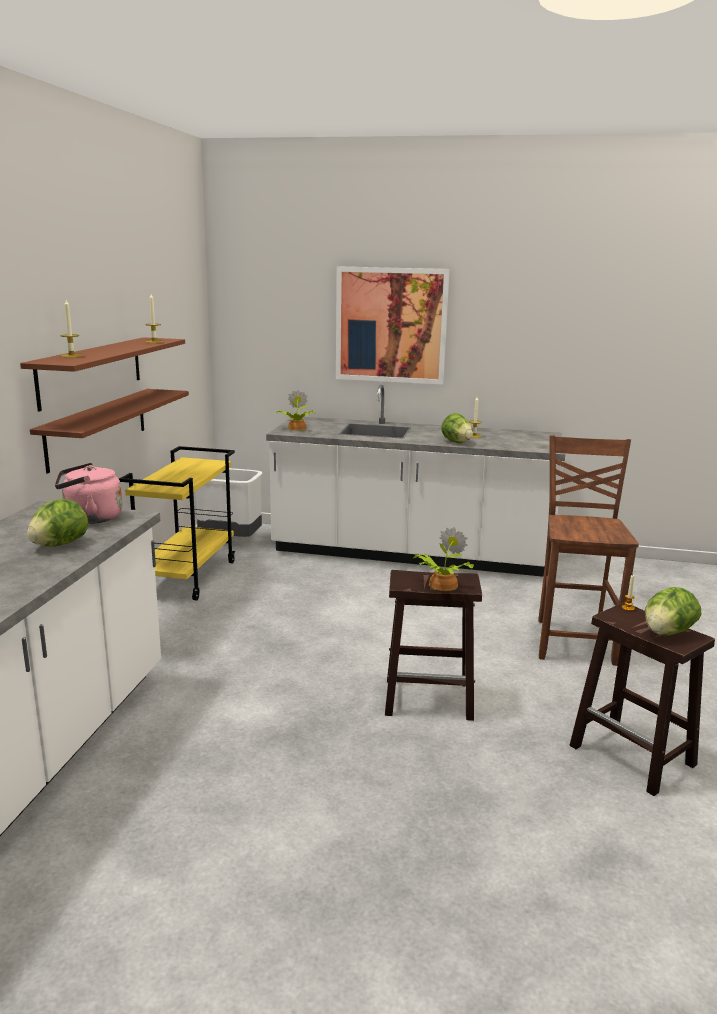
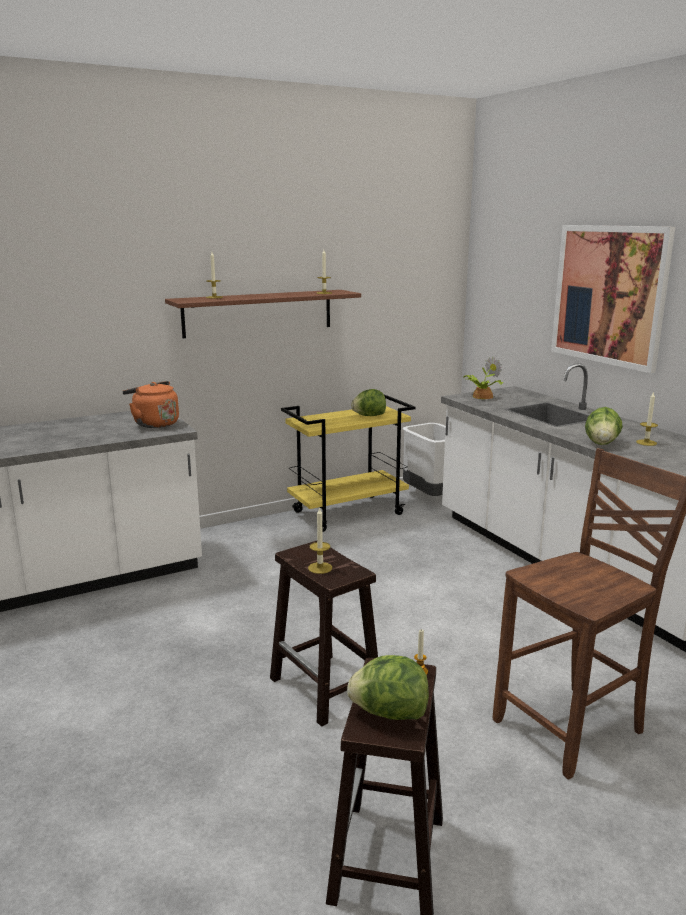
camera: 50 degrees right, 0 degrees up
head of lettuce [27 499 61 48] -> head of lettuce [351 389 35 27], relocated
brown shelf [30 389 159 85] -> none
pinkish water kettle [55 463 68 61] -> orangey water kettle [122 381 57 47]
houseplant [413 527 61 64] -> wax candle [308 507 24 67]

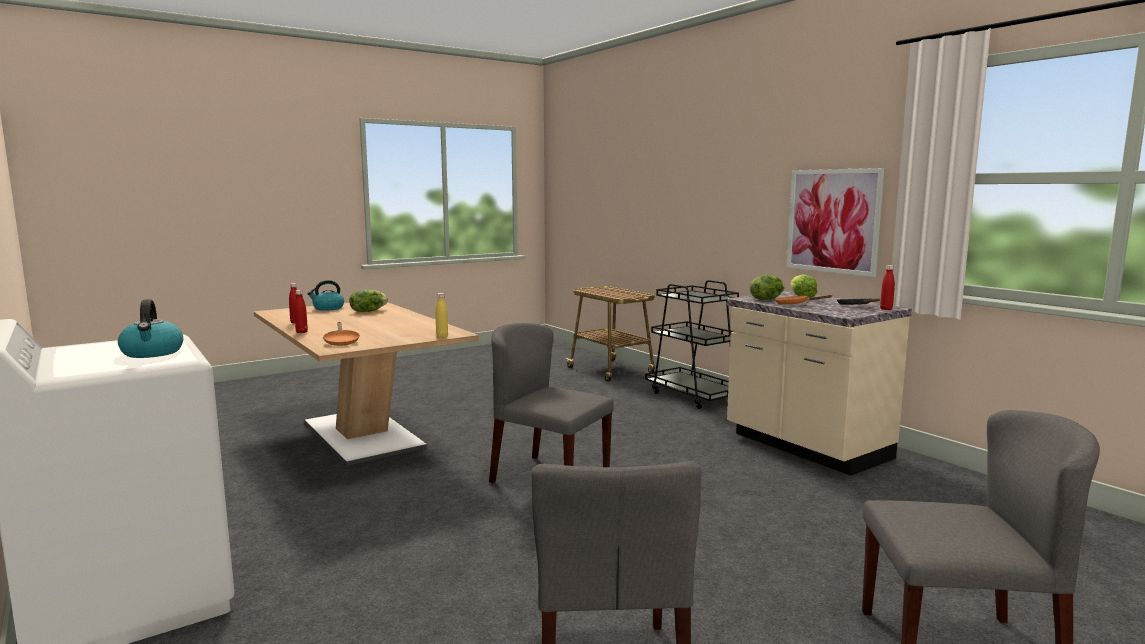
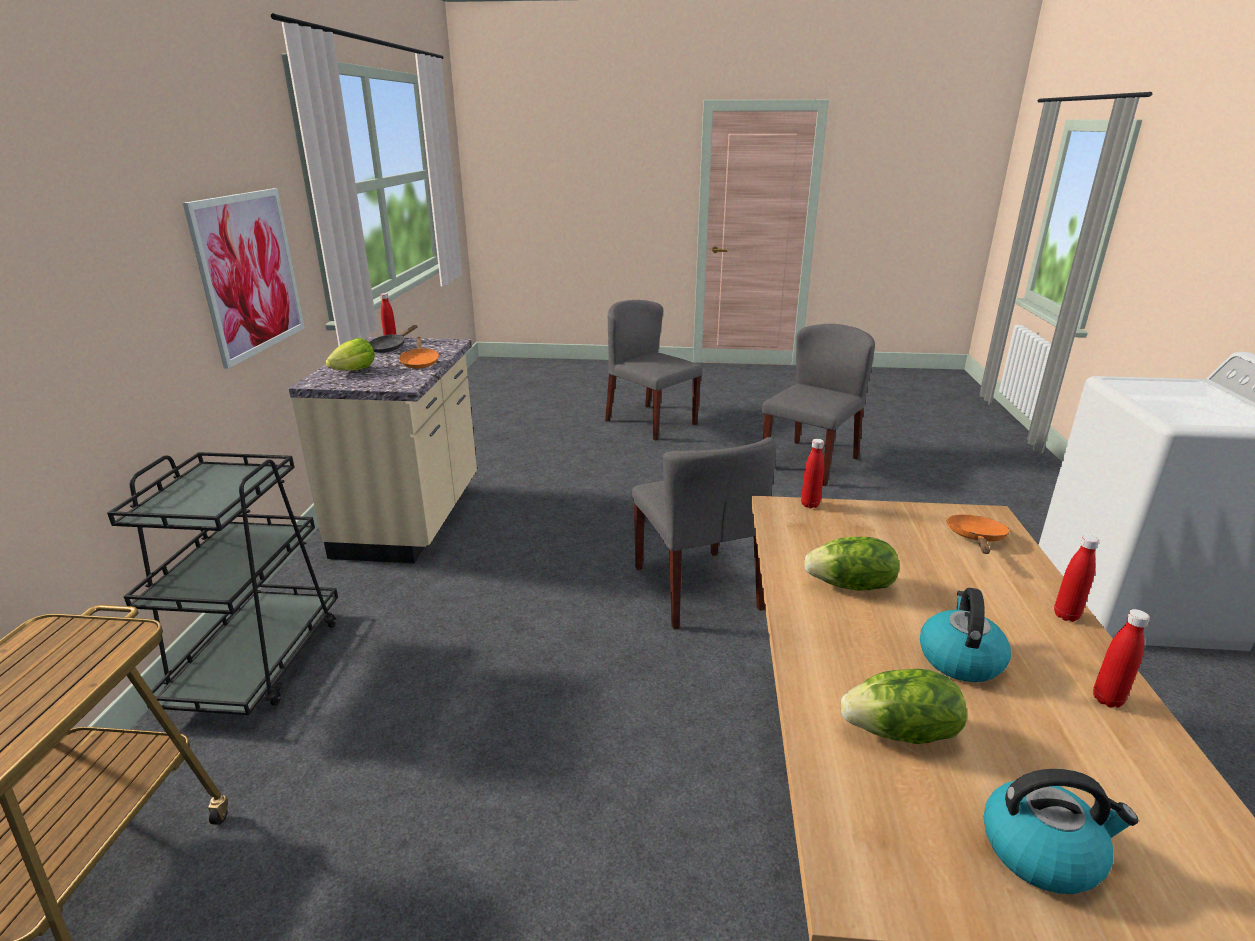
camera: 140 degrees left, 15 degrees up
water kettle [118 299 65 59] -> water kettle [920 588 91 94], relocated
yellowish bottle [436 293 12 45] -> reddish bottle [801 439 23 69]
head of lettuce [749 275 36 25] -> head of lettuce [804 537 95 54], relocated

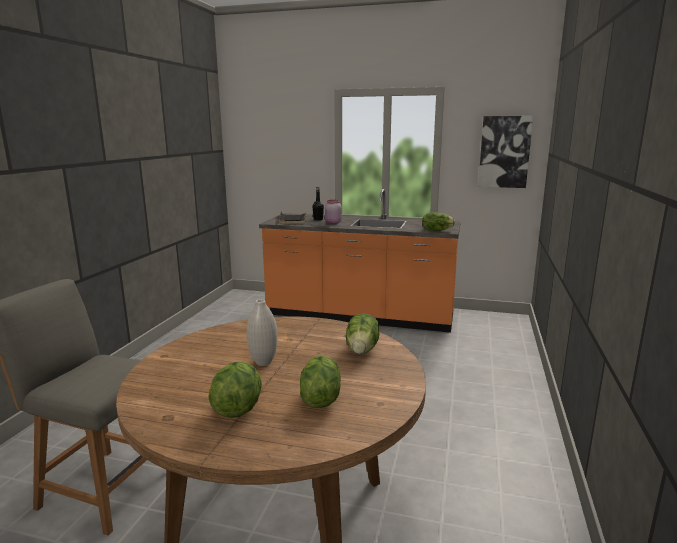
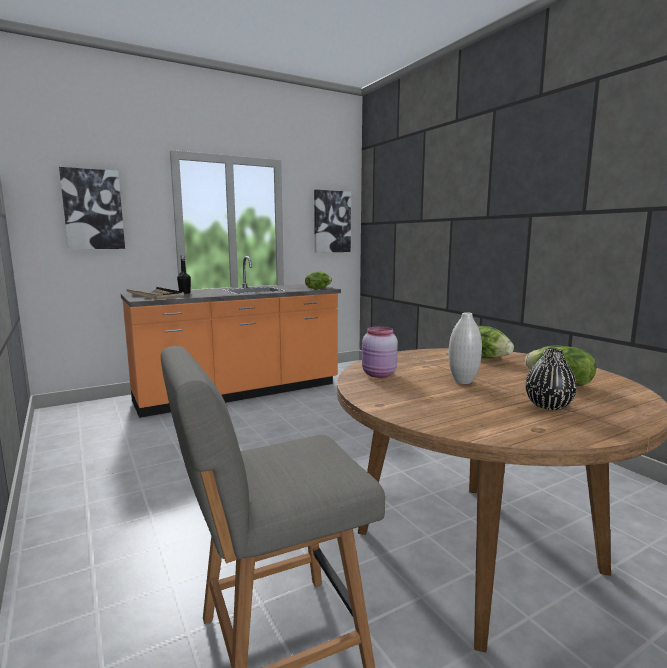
camera: 45 degrees left, 5 degrees down
head of lettuce [208 361 54 57] -> black vase [525 348 52 62]
pinkish jar [325 200 17 24] -> pinkish jar [362 326 36 52], relocated
none -> wall picture [59 167 66 82]

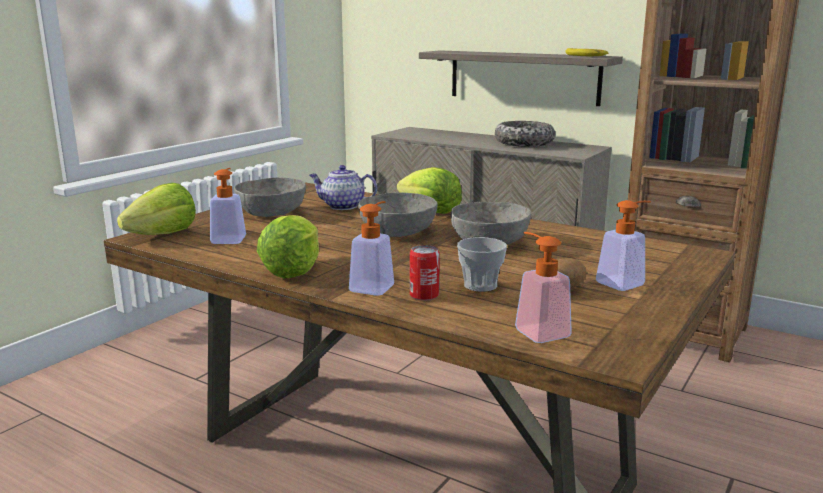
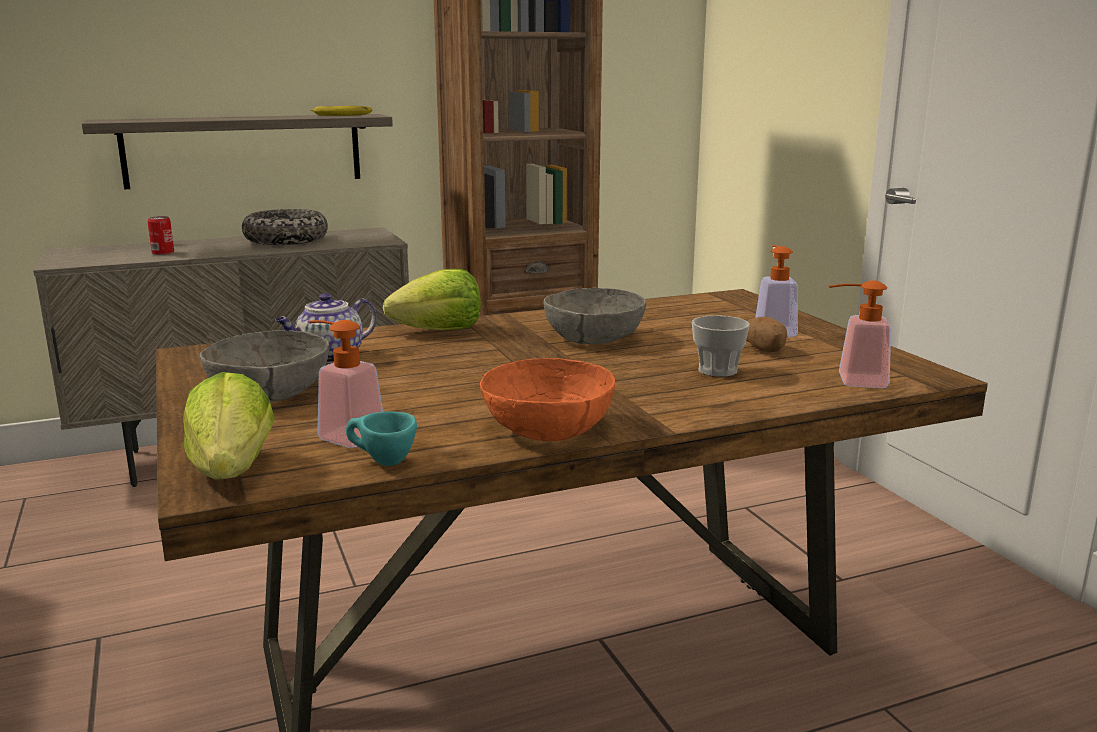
camera: 55 degrees left, 0 degrees up
head of lettuce [257 215 62 63] -> orangey serving bowl [480 358 135 83]
soap bottle [349 201 45 95] -> none
grey serving bowl [358 193 79 44] -> none
metal can [410 245 30 56] -> metal can [147 216 27 39], relocated
none -> blue-green small cup [346 412 71 54]

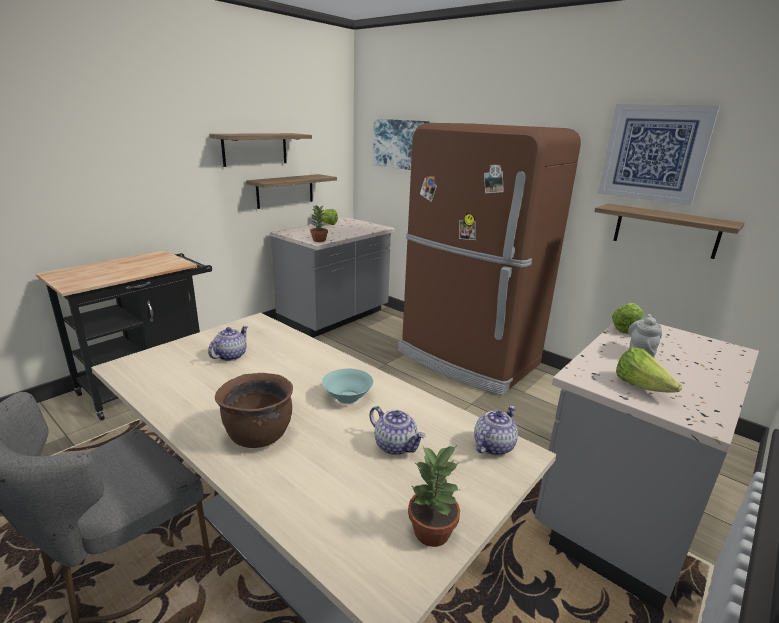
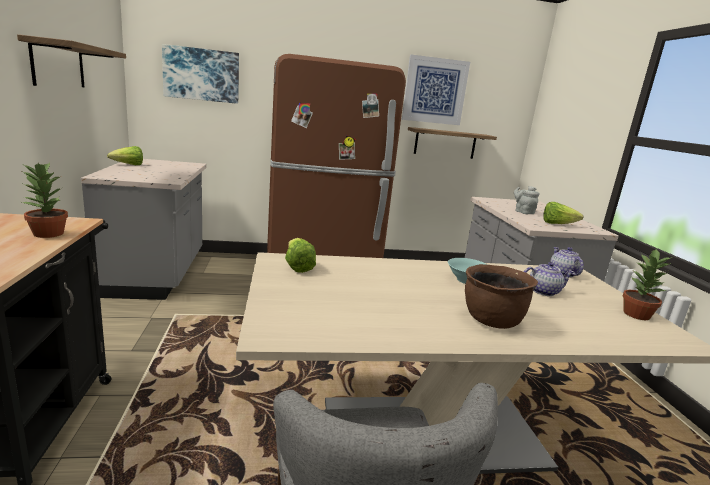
camera: 50 degrees left, 5 degrees down
tea pot [208 326 40 35] -> none
shelf [246 174 91 35] -> none
houseplant [310 205 18 37] -> houseplant [22 162 46 76], relocated
head of lettuce [612 303 31 31] -> head of lettuce [285 238 31 35], relocated

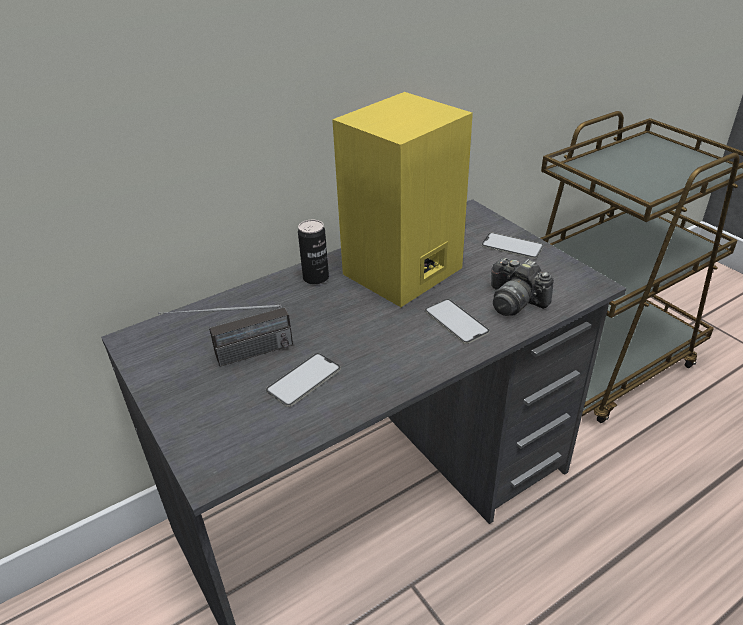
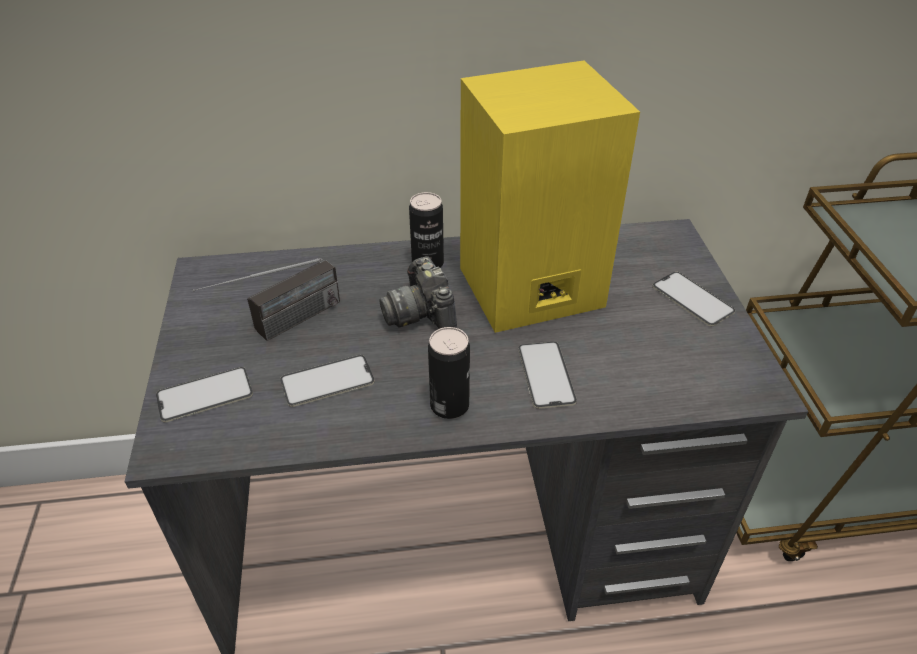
camera: 25 degrees right, 5 degrees up
radio set [158 305 135 61] -> radio set [192 258 148 83], 45 degrees counterclockwise
still camera [491 257 63 59] -> still camera [379 256 78 73], relocated
none -> telephone [156 367 97 56]
none -> metal can [428 327 42 92]

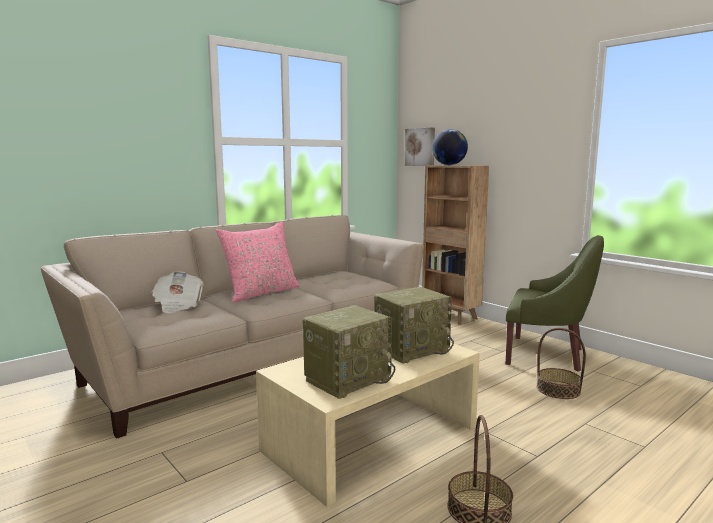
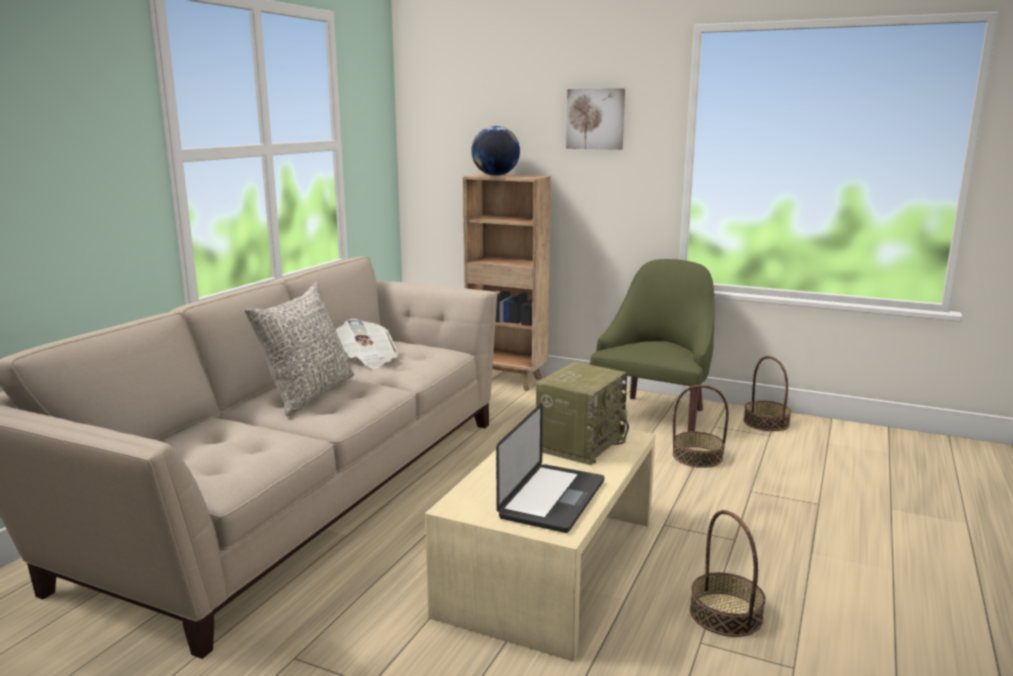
camera: 25 degrees left, 5 degrees up
printed paper [151 271 53 42] -> printed paper [336 319 62 50], relocated
pinkish cushion [216 222 84 80] -> grey cushion [244 282 110 134]
radio set [303 305 92 94] -> portable computer [496 403 108 130]
wall picture [405 127 30 39] -> wall picture [566 88 59 62], relocated
green lounge chair [506 235 98 137] -> green lounge chair [590 259 125 173], 60 degrees counterclockwise
none -> basket [743 356 48 75]

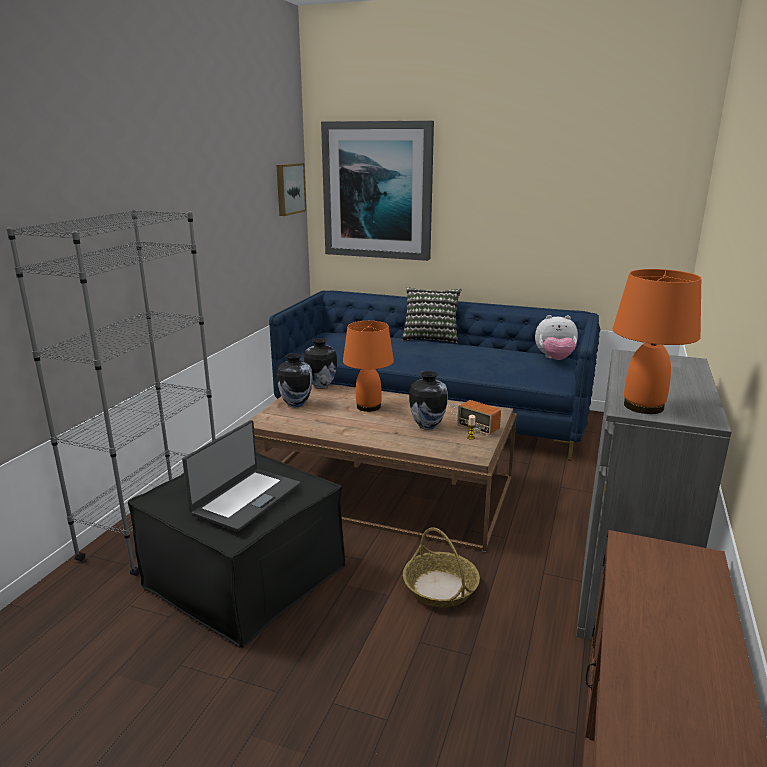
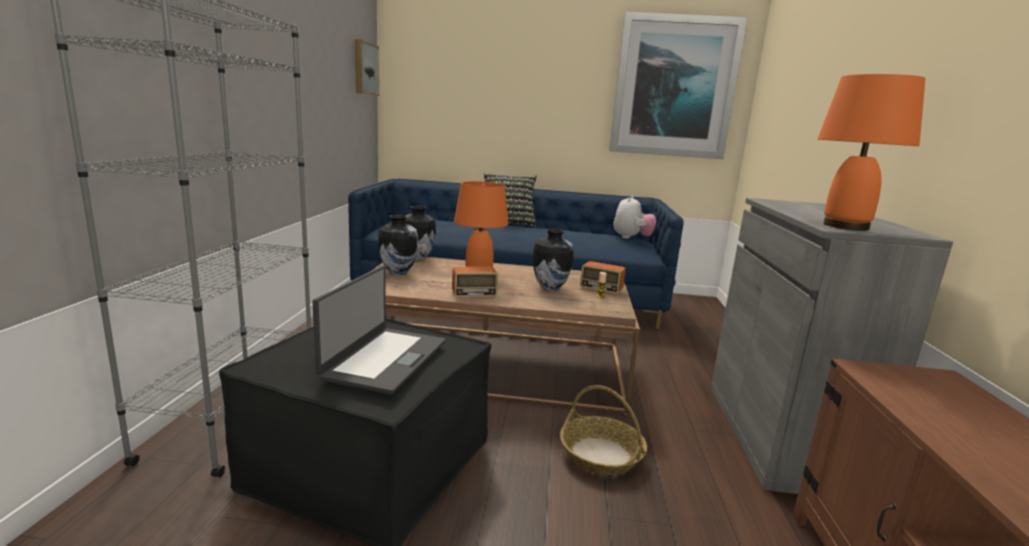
camera: 15 degrees left, 5 degrees down
wall picture [321 121 113 140] -> wall picture [609 11 138 148], relocated
plush toy [535 315 43 45] -> plush toy [613 196 43 43], 60 degrees counterclockwise
none -> radio set [409 267 89 30]

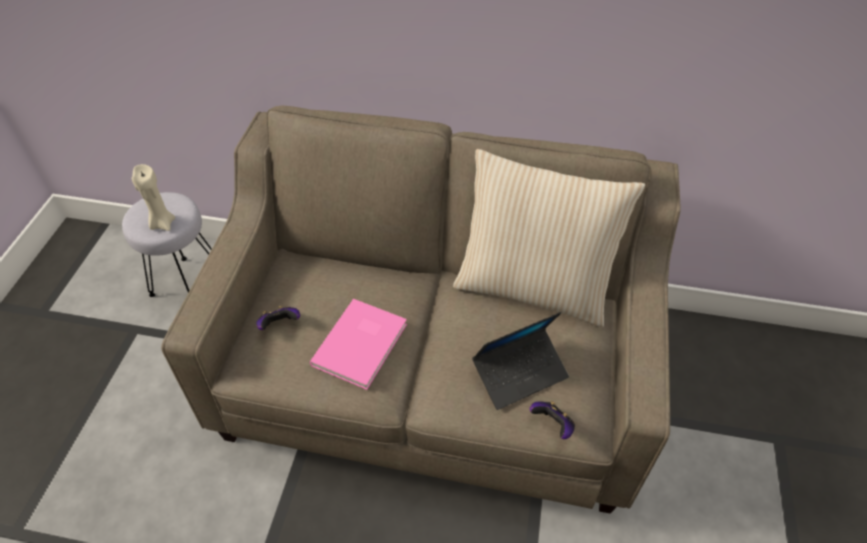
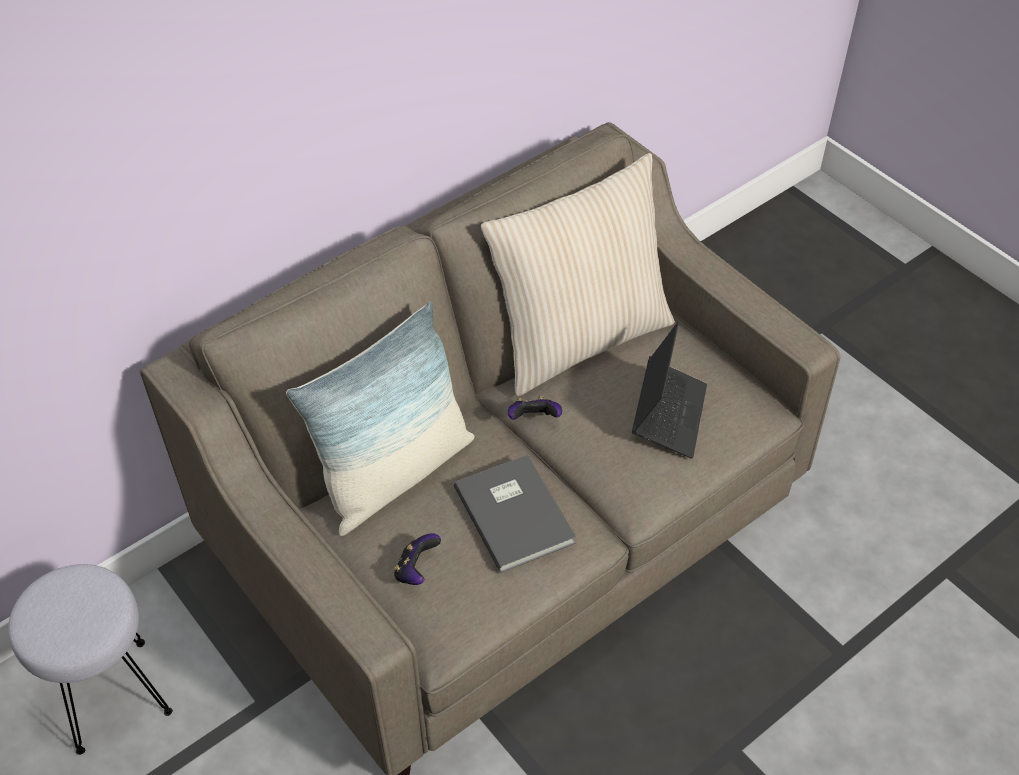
camera: 50 degrees left, 0 degrees up
beige wax candle [132 164 43 67] -> none
pinkish book [310 299 97 91] -> grey book [454 455 122 118]
gamepad [530 401 45 38] -> gamepad [508 396 54 24], relocated
none -> cushion [286 302 189 234]

